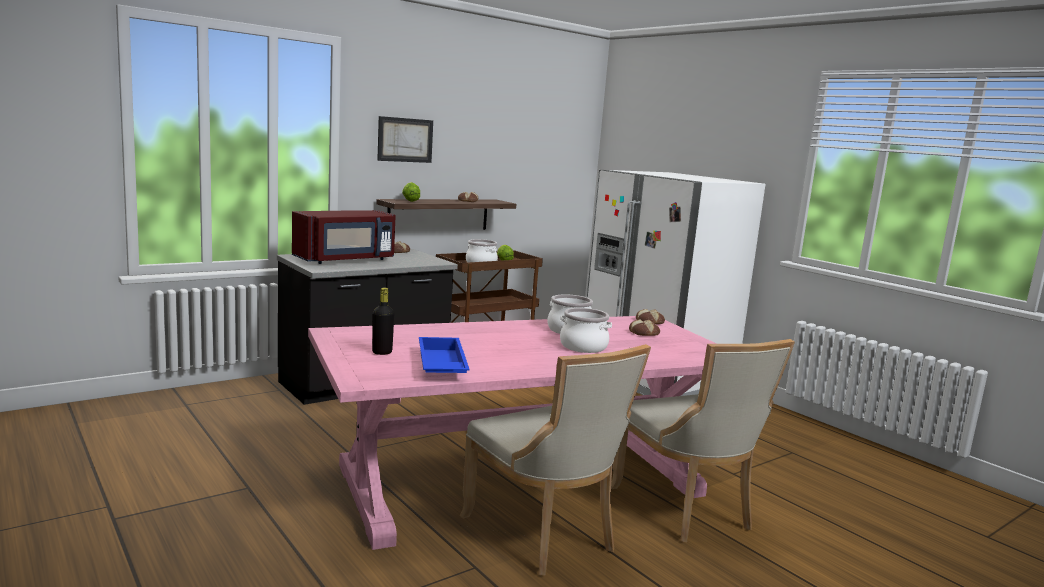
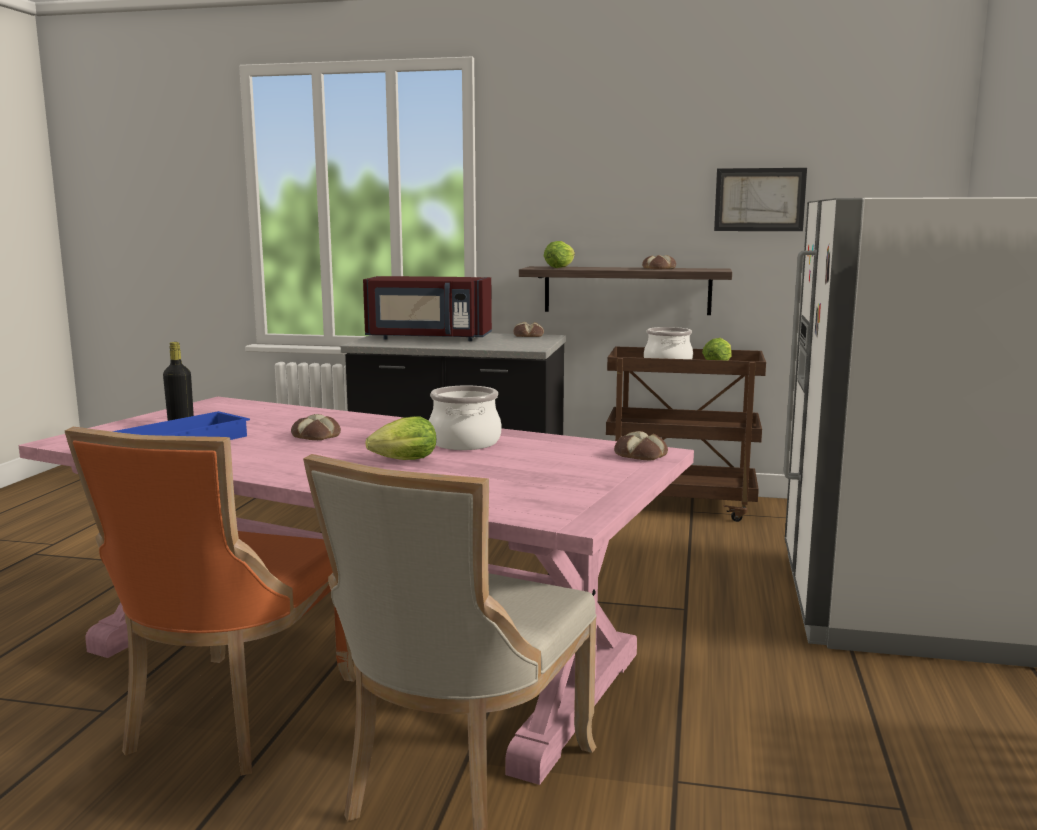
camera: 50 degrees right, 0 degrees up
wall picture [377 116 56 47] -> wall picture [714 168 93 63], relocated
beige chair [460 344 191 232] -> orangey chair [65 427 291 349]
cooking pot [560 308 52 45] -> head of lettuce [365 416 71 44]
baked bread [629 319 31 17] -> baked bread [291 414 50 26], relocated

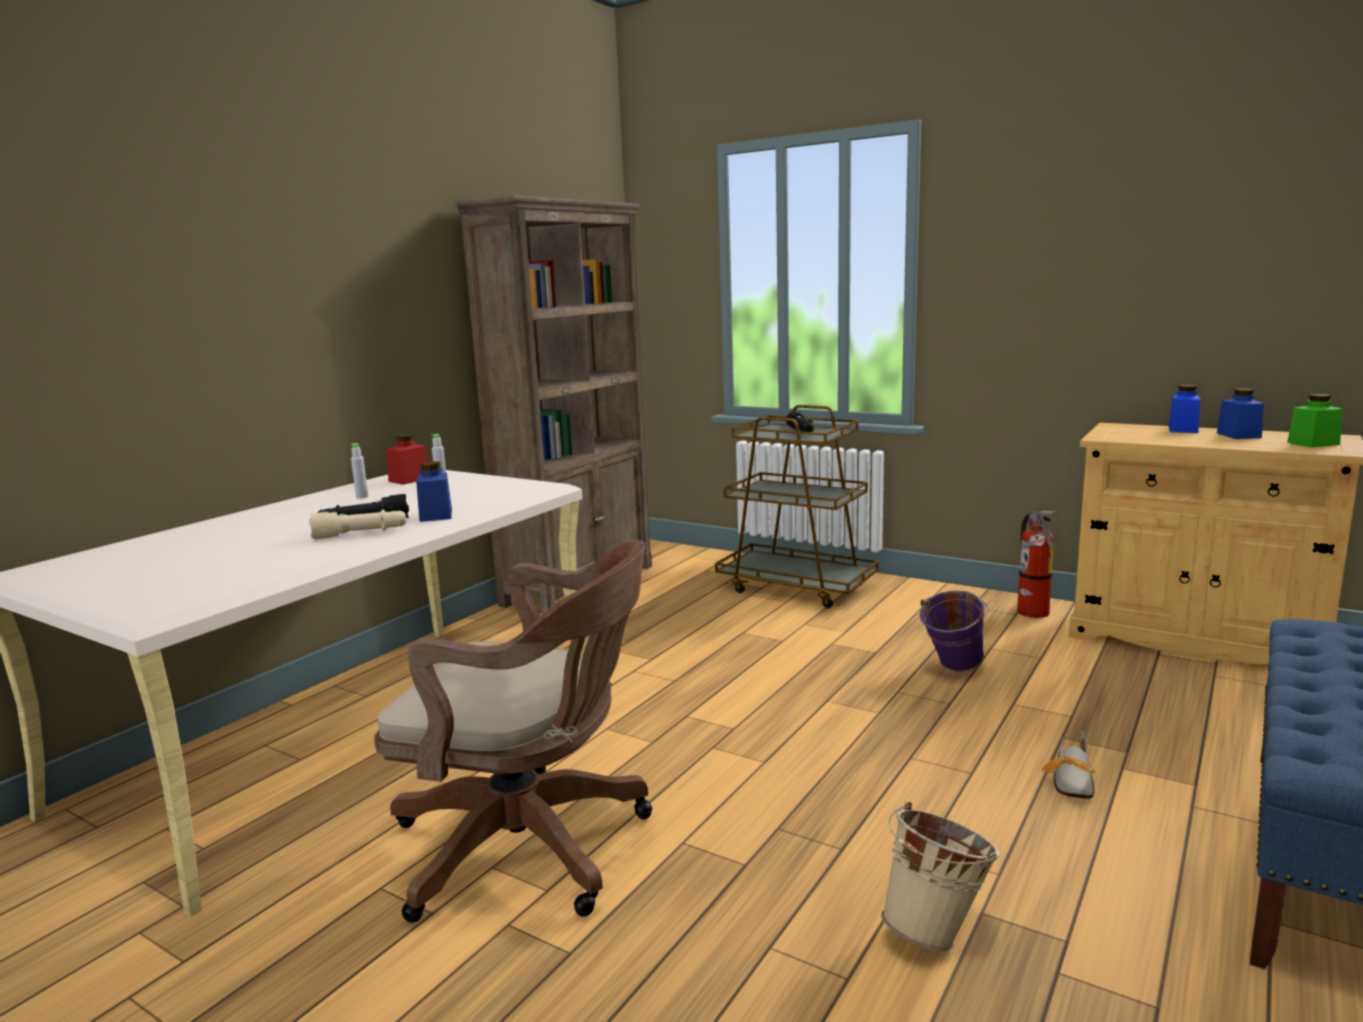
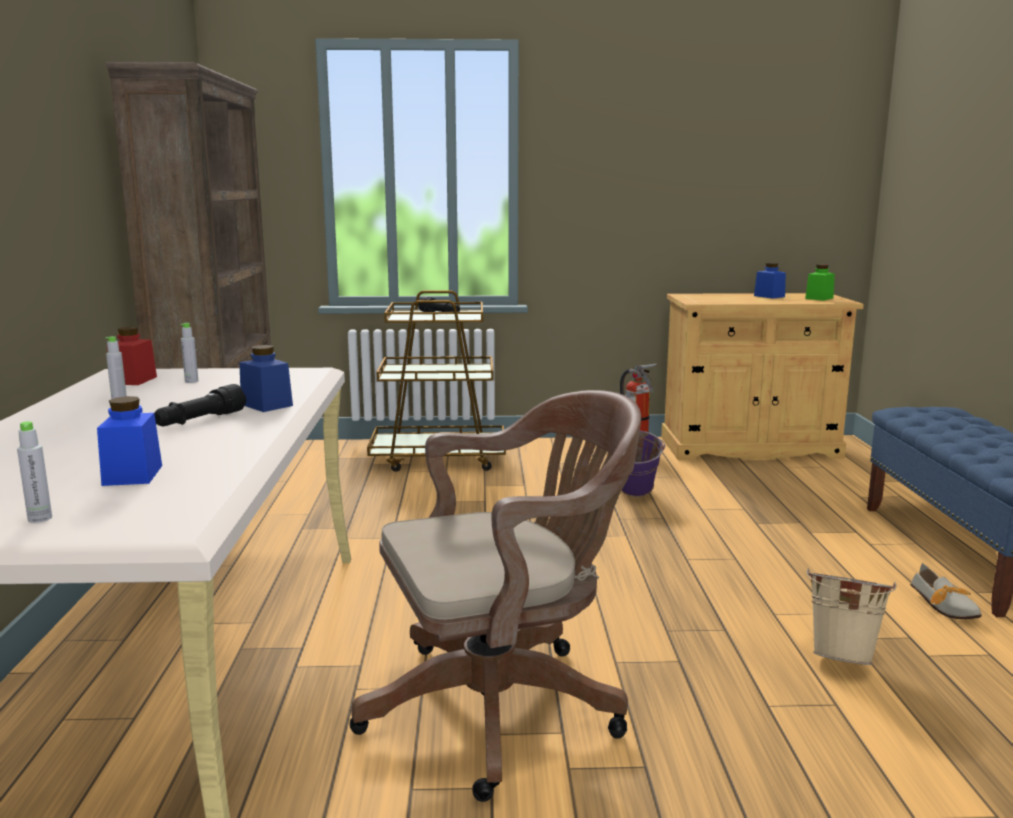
camera: 35 degrees left, 0 degrees up
beige torch [309 509 97 30] -> none
item of footwear [1041 730 54 68] -> item of footwear [910 563 72 56], relocated
blue-coloured jar [1169 385 32 48] -> blue-coloured jar [97 396 65 90], relocated
none -> grey bottle [17 421 35 102]

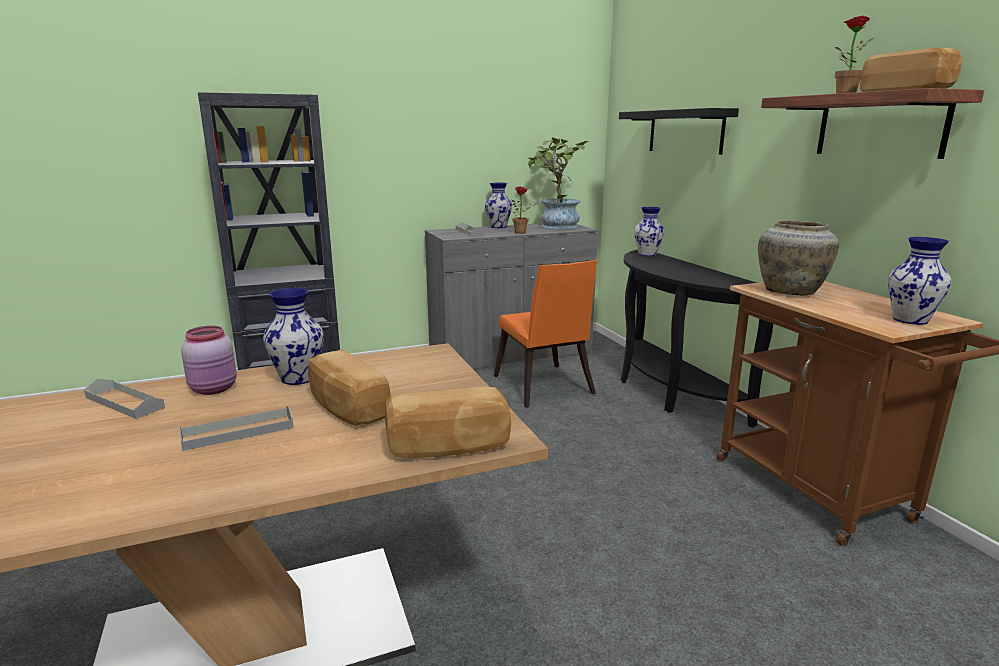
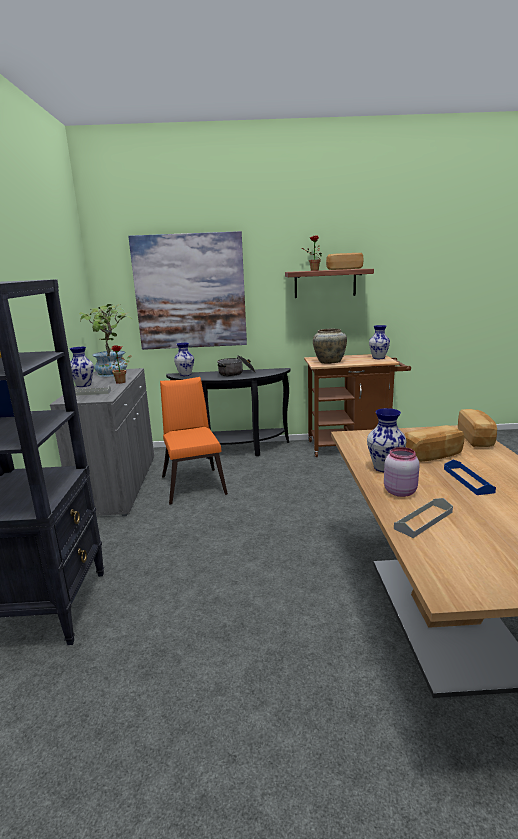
camera: 70 degrees left, 0 degrees up
grey tray [179 406 115 45] -> blue-coloured tray [444 459 52 36]
orangey chair [494 260 103 148] -> orangey chair [160 377 68 128], 105 degrees counterclockwise
black shelf [619 108 120 47] -> wall picture [128 231 119 119]
none -> cooking pot [217 355 39 21]

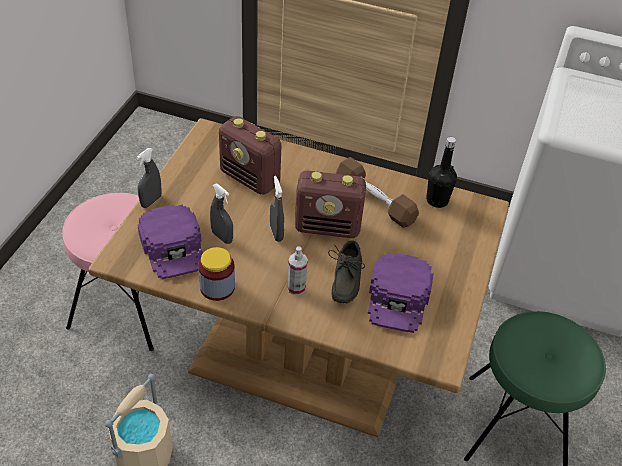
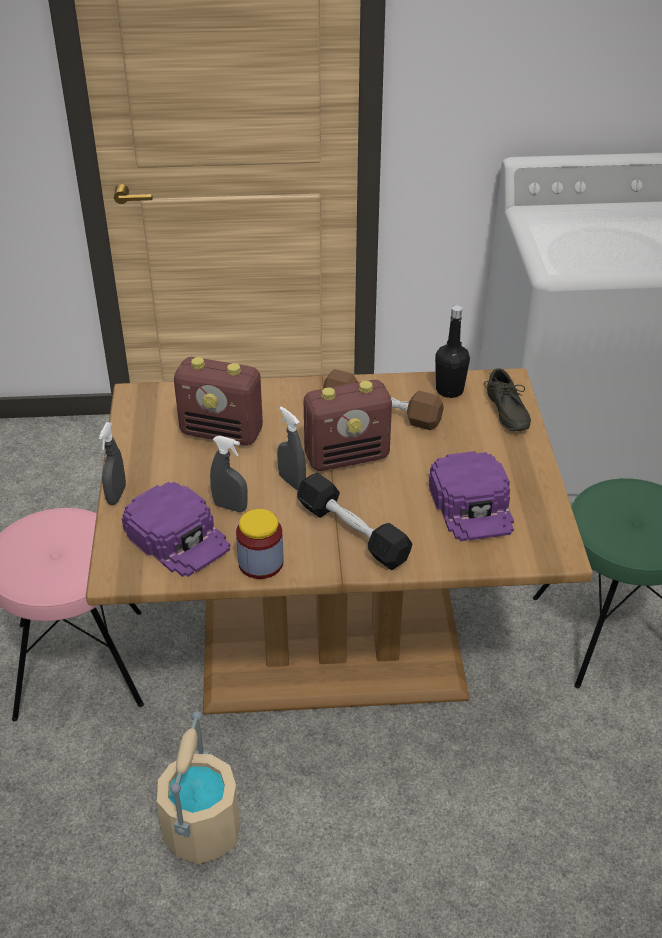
camera: 20 degrees left, 5 degrees down
spray bottle [287 246 21 49] -> black dumbbell [297 473 115 97]
grey item of footwear [328 240 37 63] -> grey item of footwear [484 368 47 63], relocated

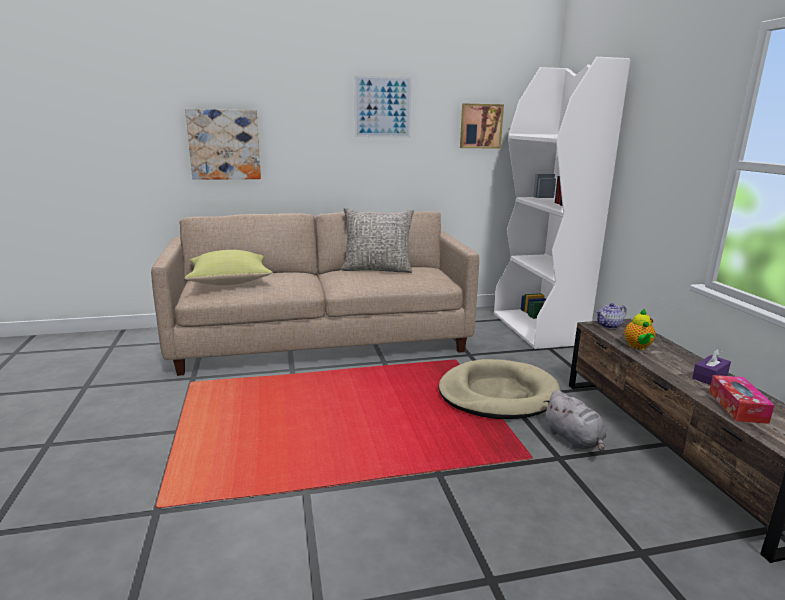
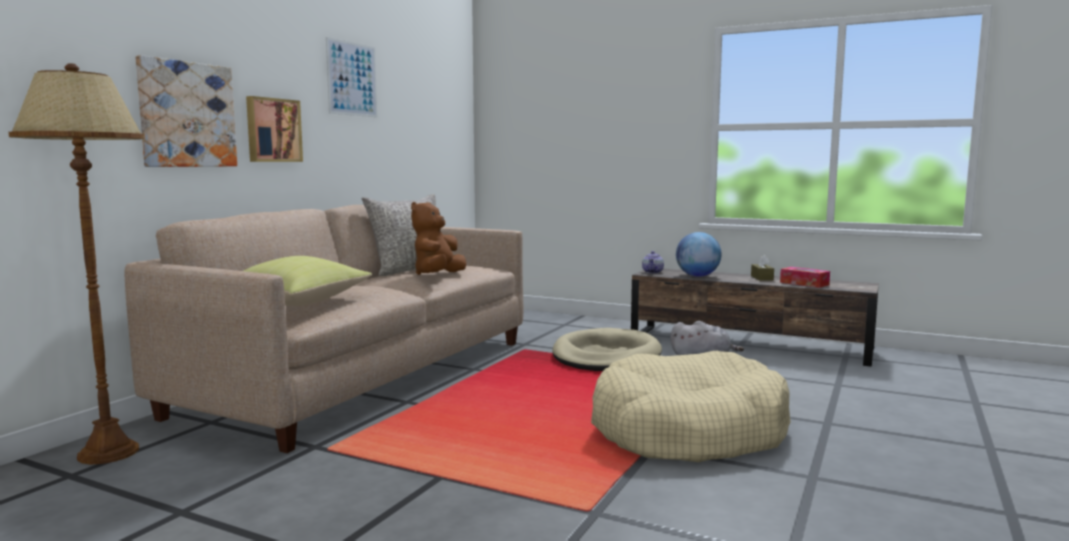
camera: 50 degrees left, 10 degrees down
wall picture [460 104 44 44] -> wall picture [246 96 57 66], relocated
white shelving unit [494 57 136 292] -> none
tea pot [624 309 31 40] -> desk globe [676 232 45 45]
purple tissue box [692 349 39 36] -> brown tissue box [751 255 23 25]
none -> brown standard lamp [9 63 136 401]
none -> brown plush toy [411 202 55 73]
none -> beige dog bed [591 351 200 111]

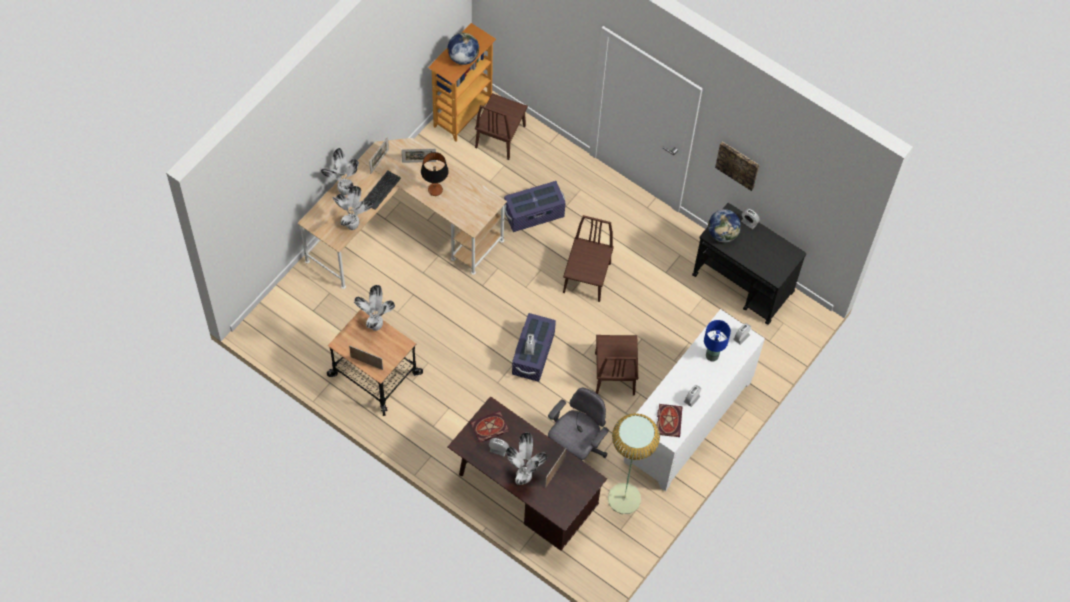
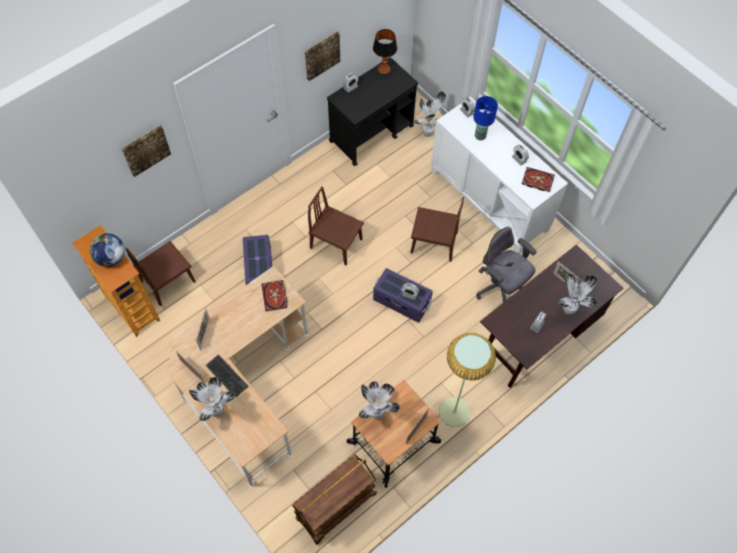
camera: 75 degrees left, 0 degrees up
houseplant [332 186 40 44] -> houseplant [414 91 32 46], relocated
tabletop lamp [421 152 28 44] -> tabletop lamp [373 29 24 45], relocated
book [470 411 39 32] -> book [262 280 25 32], relocated
brown chair [475 93 53 67] -> brown chair [125 241 71 65], 105 degrees clockwise
standard lamp [608 413 52 101] -> standard lamp [439 333 57 94], relocated
desk globe [708 209 33 33] -> none
none -> wall picture [121 125 50 52]
none -> brown trolley [292 454 85 91]

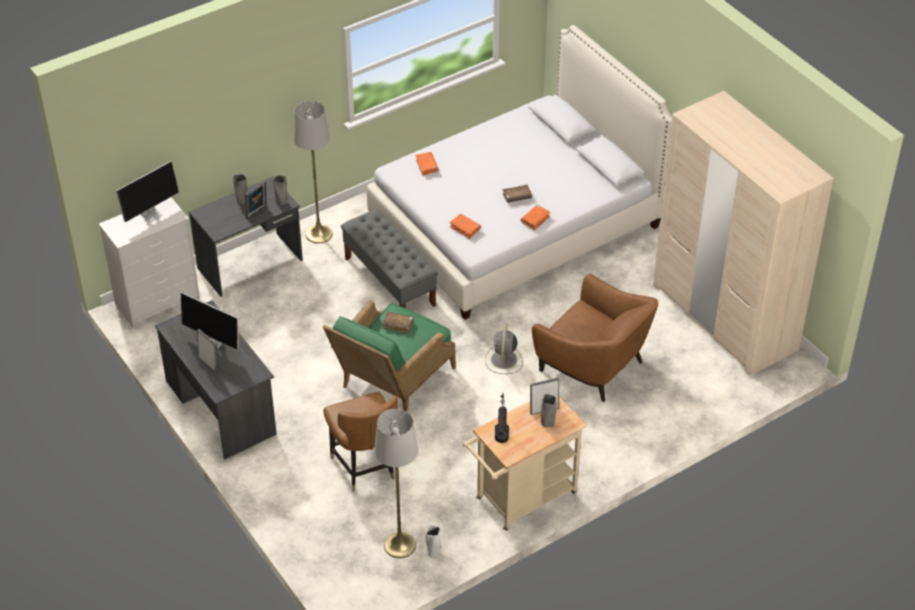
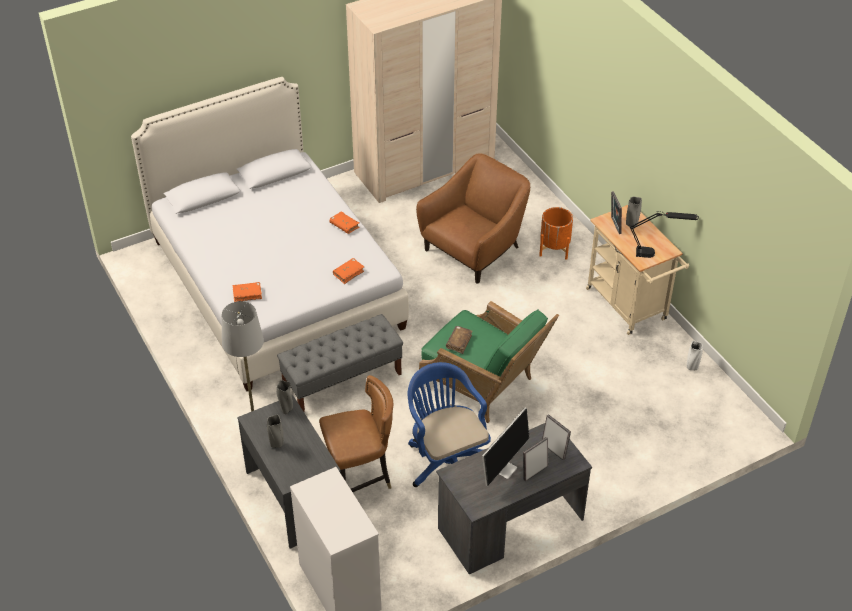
camera: 85 degrees left, 0 degrees up
monitor [116 161 63 61] -> none
picture frame [245 181 21 38] -> picture frame [542 414 29 47], relocated
brown chair [323 392 75 100] -> brown chair [319 375 75 117], relocated
grey standard lamp [374 409 44 149] -> none
grey fan [485 323 38 51] -> none
brown book [502 185 30 18] -> none
none -> blue-coloured desk chair [408 362 83 125]
none -> orangey plant pot [539 207 34 53]

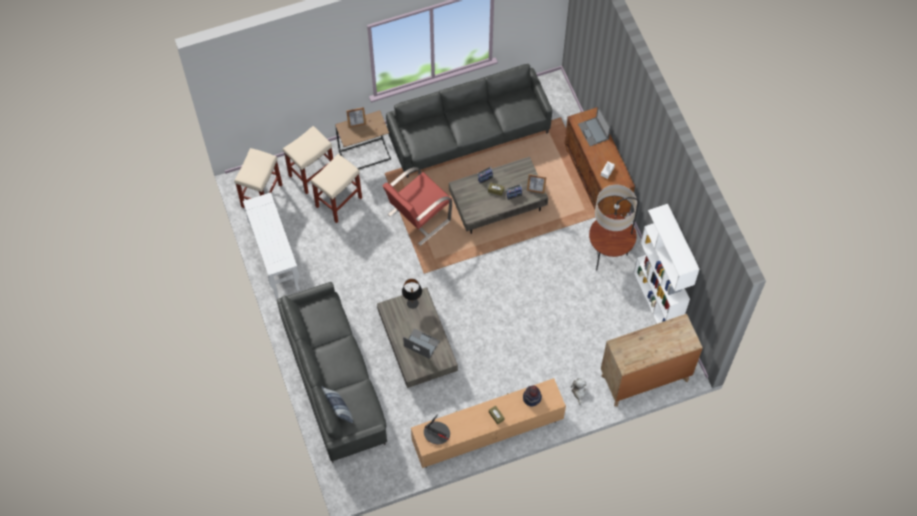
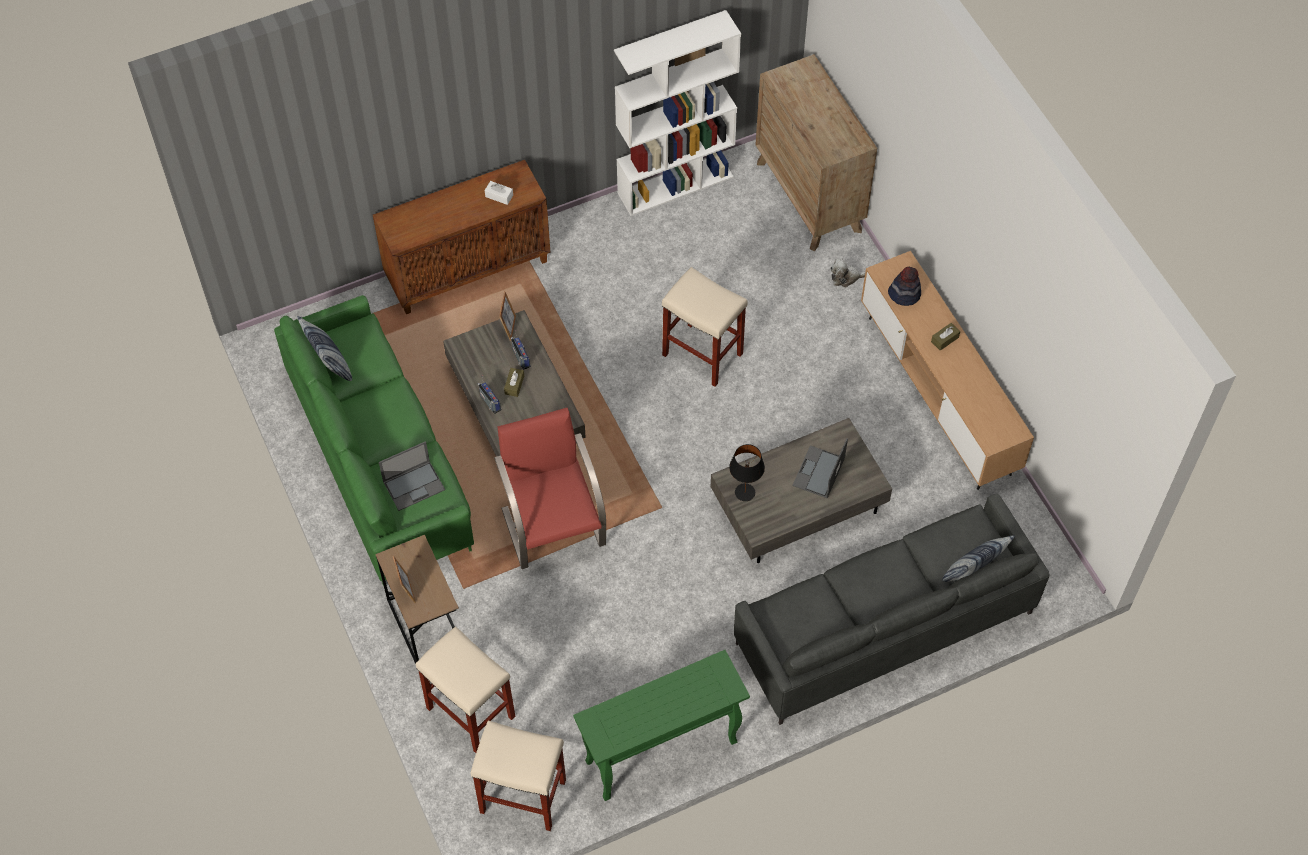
camera: 95 degrees left, 5 degrees down
white console table [243 192 57 106] -> green console table [573 650 177 151]
beige stool seat [311 154 51 69] -> beige stool seat [662 267 86 120], relocated
reddish lounge chair [383 167 69 79] -> reddish lounge chair [494 408 112 161], 150 degrees counterclockwise
grey couch [386 64 166 114] -> green couch [274 295 200 291]
tabletop lamp [424 414 26 30] -> none
portable computer [578 106 33 40] -> portable computer [379 441 66 70], relocated
standard lamp [589 184 50 86] -> none
none -> cushion [297 316 55 65]

